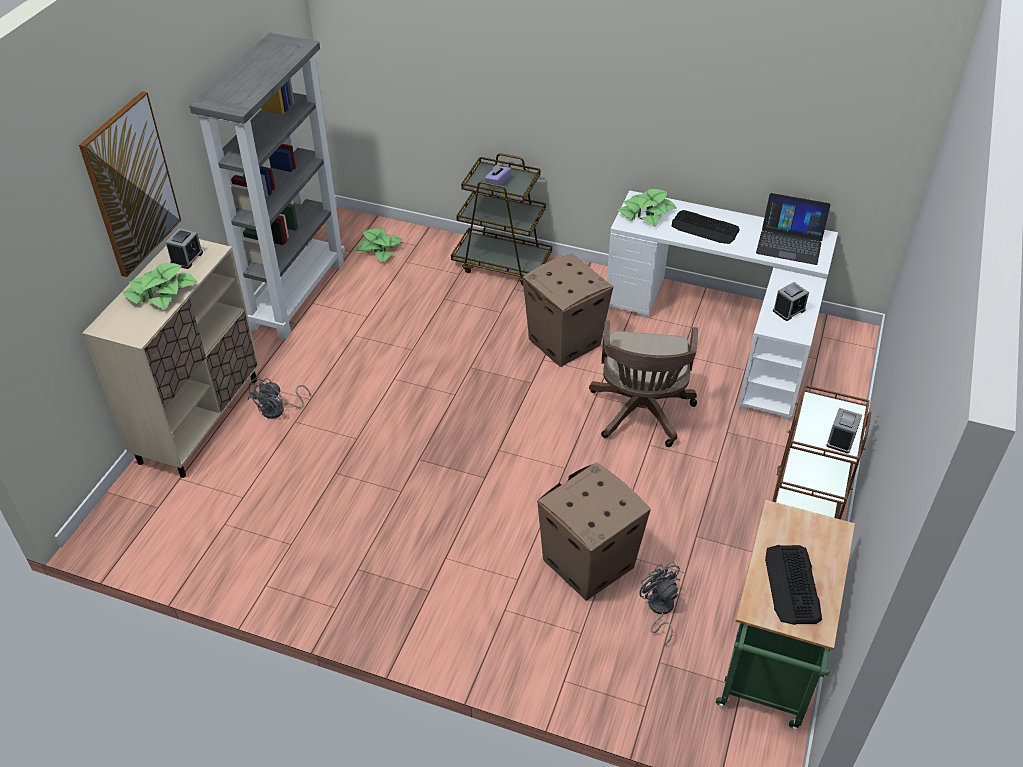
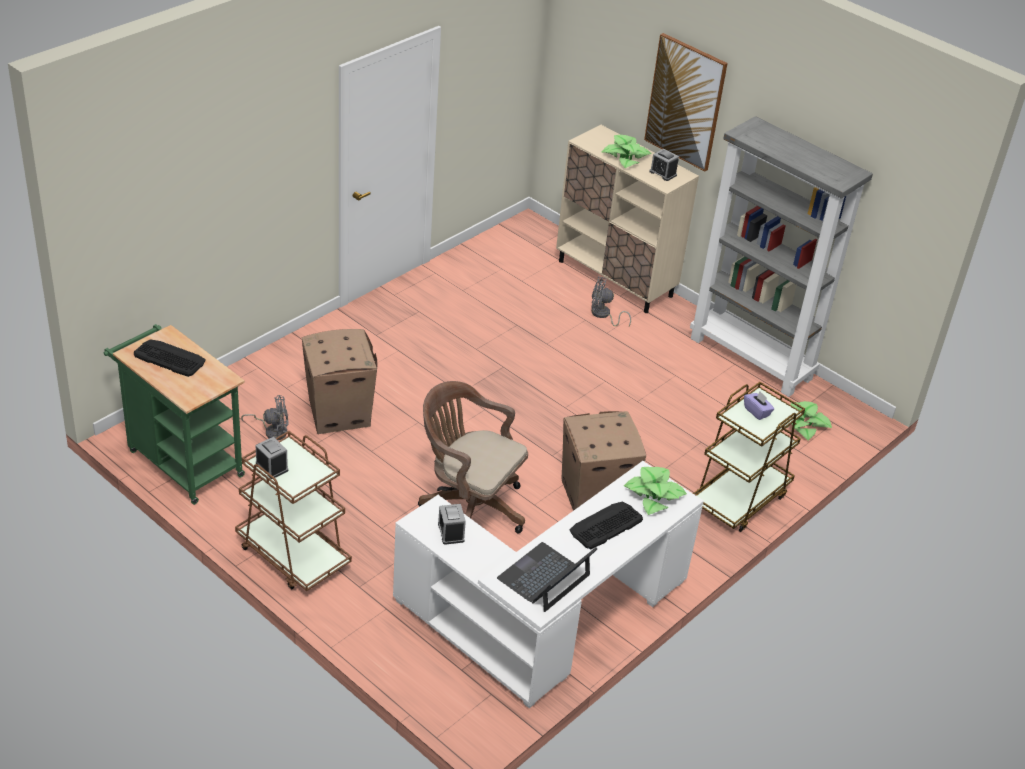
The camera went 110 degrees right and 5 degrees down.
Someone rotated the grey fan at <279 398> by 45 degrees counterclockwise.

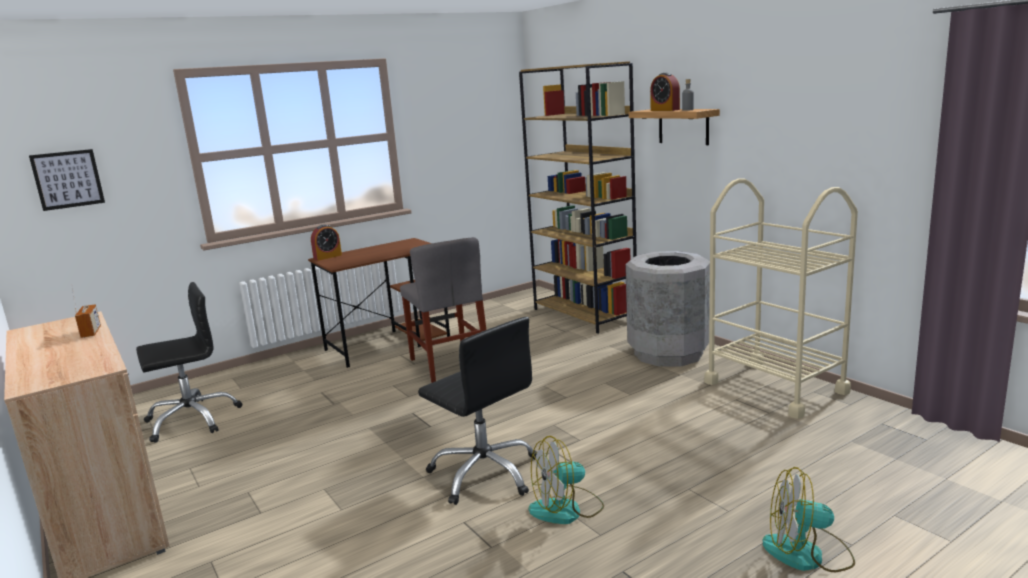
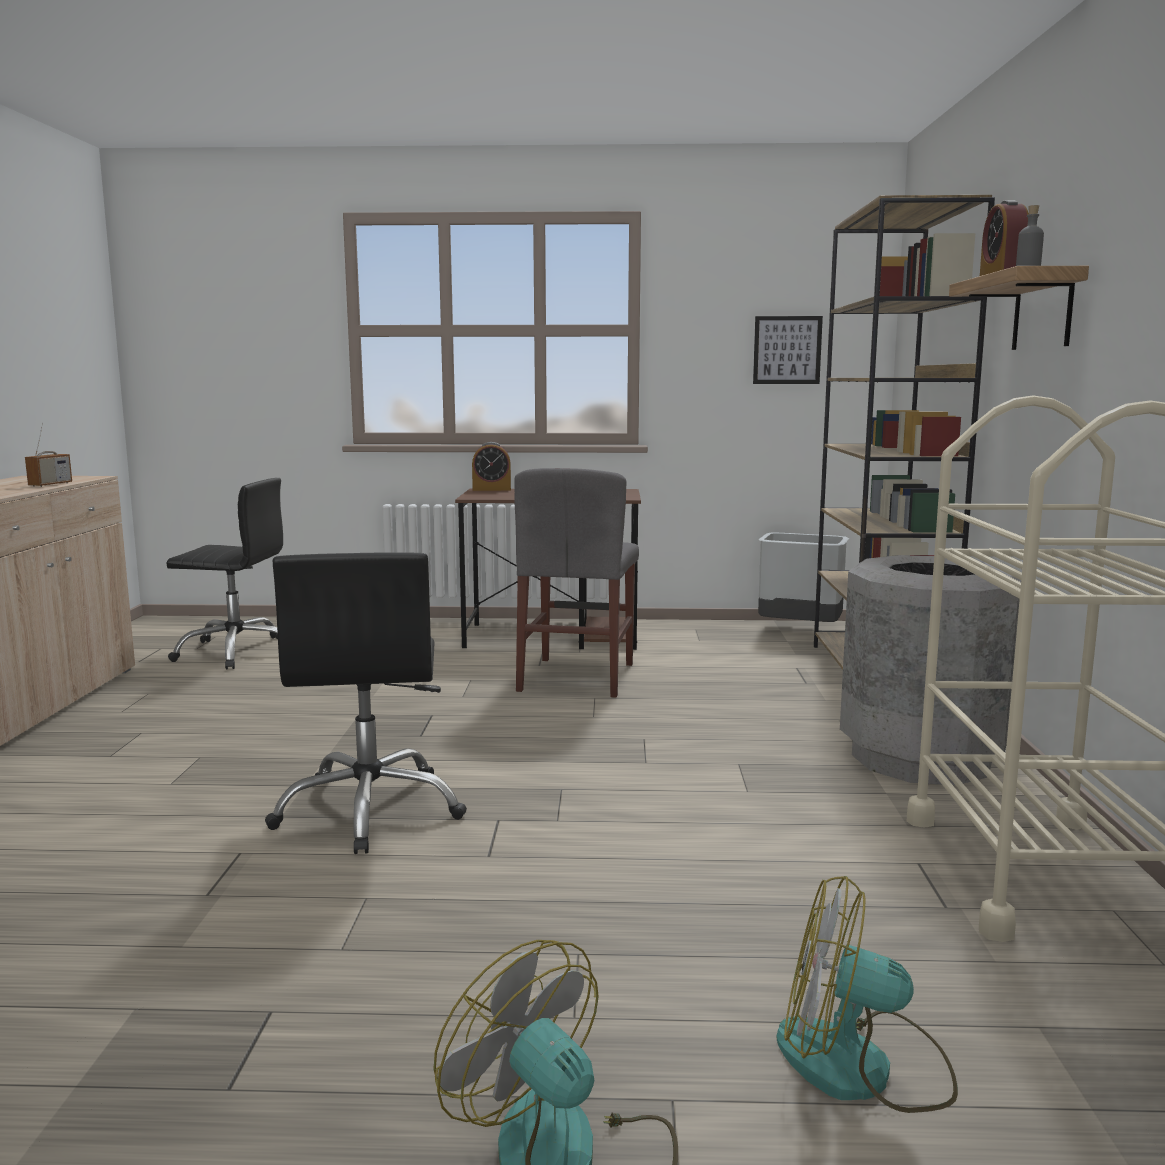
The camera went 35 degrees right and 5 degrees down.
Someone carried the picture from <67 180> to <788 350>.
Someone carried the fan from <566 480> to <867 994>.
Someone put down the grey trash can at <803 577>.

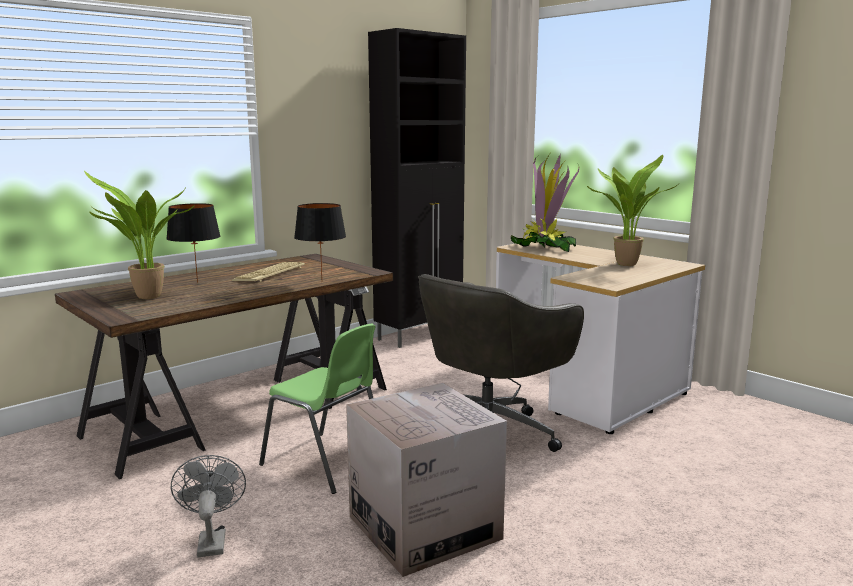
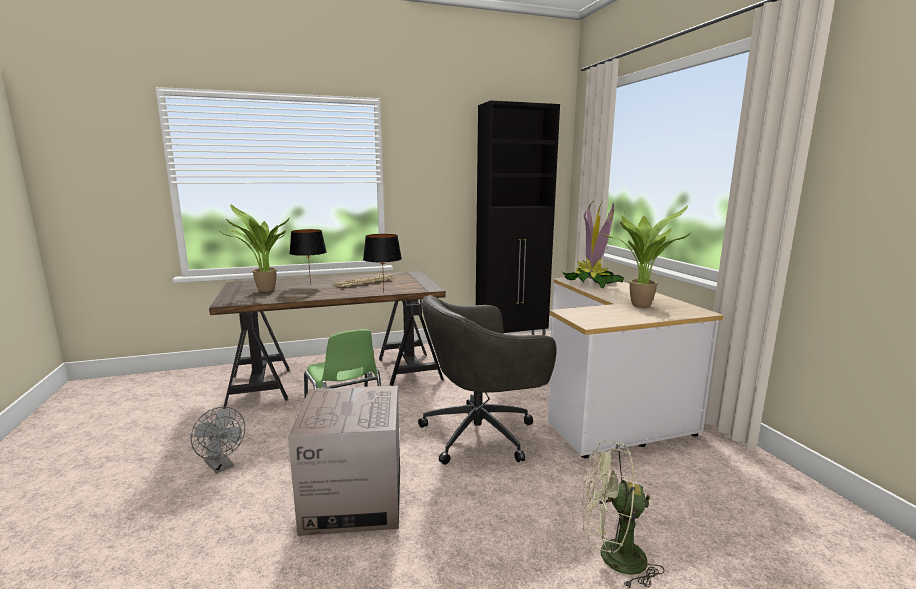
The camera went 25 degrees right and 0 degrees up.
Someone rotated the grey fan at <208 506> by 120 degrees clockwise.
Someone put down the green fan at <622 514>.

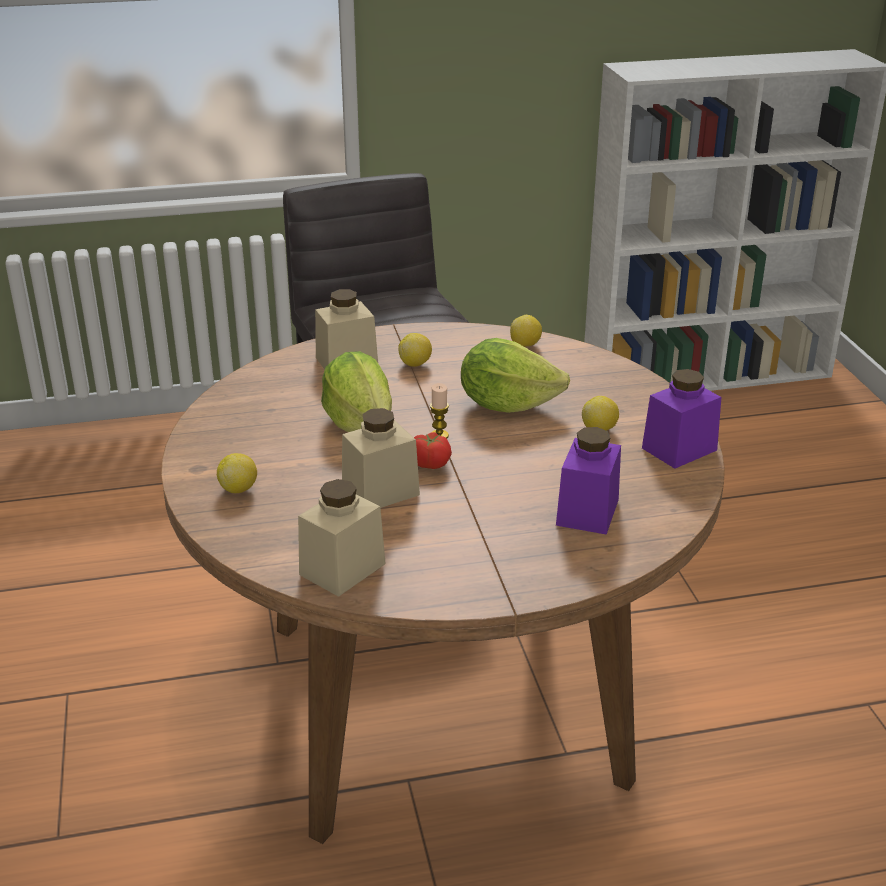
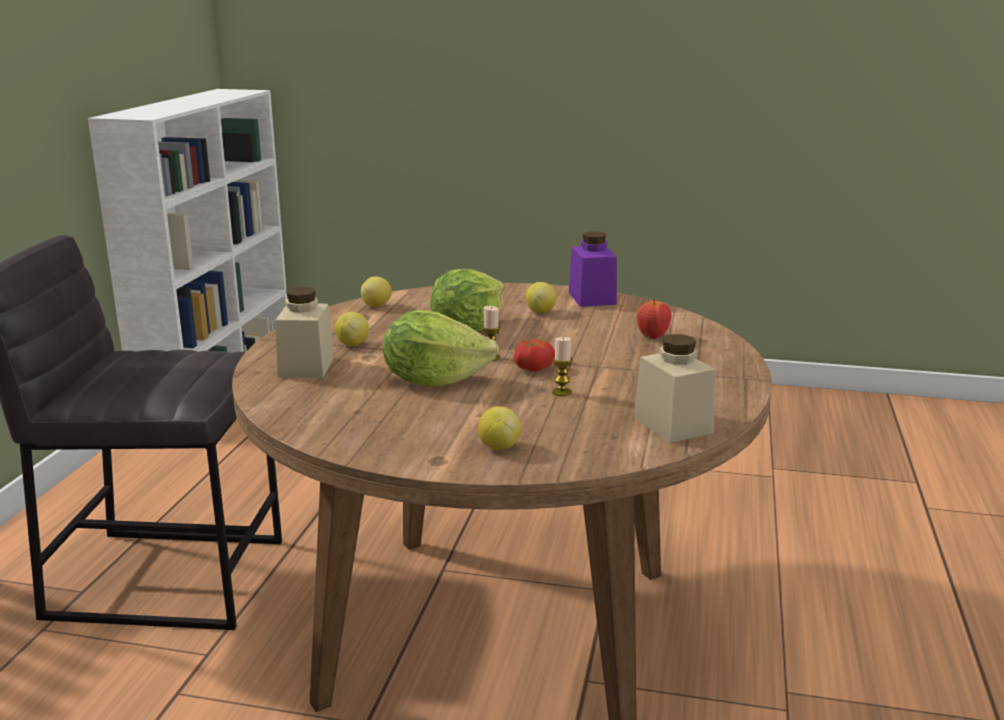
The camera went 65 degrees left and 10 degrees down.
Someone swapped the beige jar at <381 458> for the candle at <562 366>.
Someone swapped the purple jar at <588 481> for the apple at <654 319>.

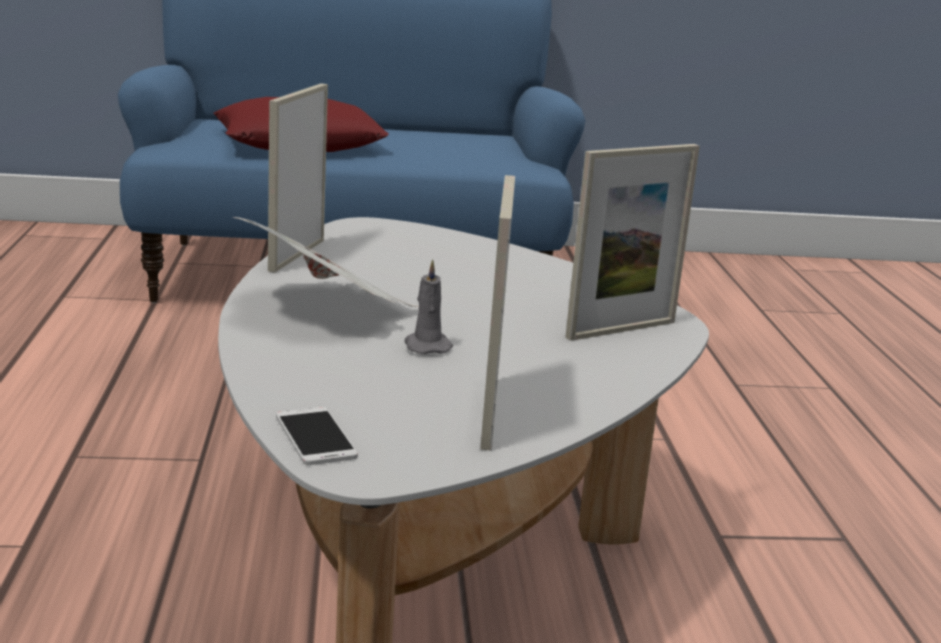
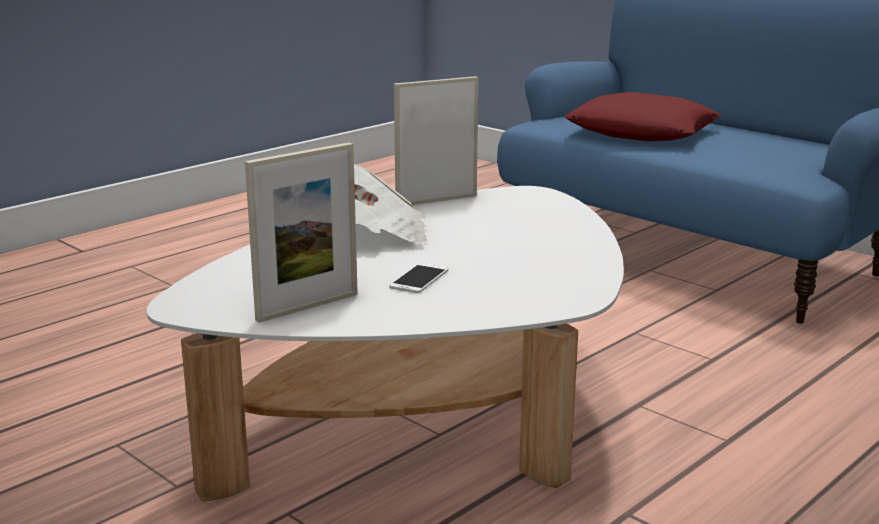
The camera went 50 degrees right and 0 degrees up.
Someone took away the picture frame at <632 242>.
Someone took away the grey candle at <429 306>.
Someone carried the phone from <317 436> to <419 278>.

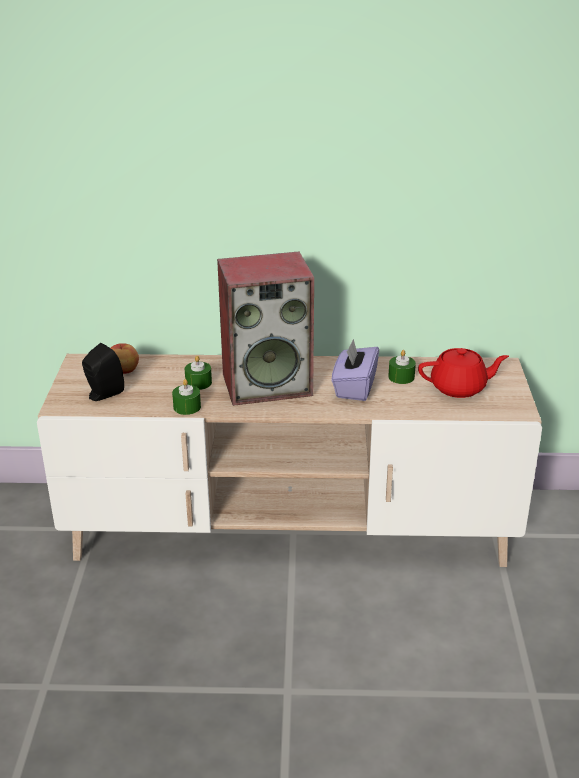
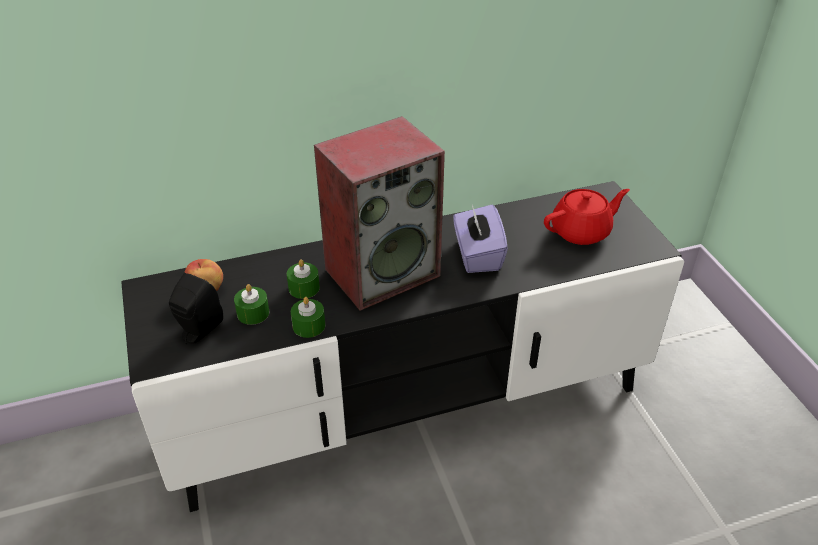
The camera went 20 degrees left and 10 degrees up.
Someone carried the green candle from <402 367> to <251 304>.
Someone repainted the beige tv stand at <289 460>, which became the black tv stand at <402 346>.

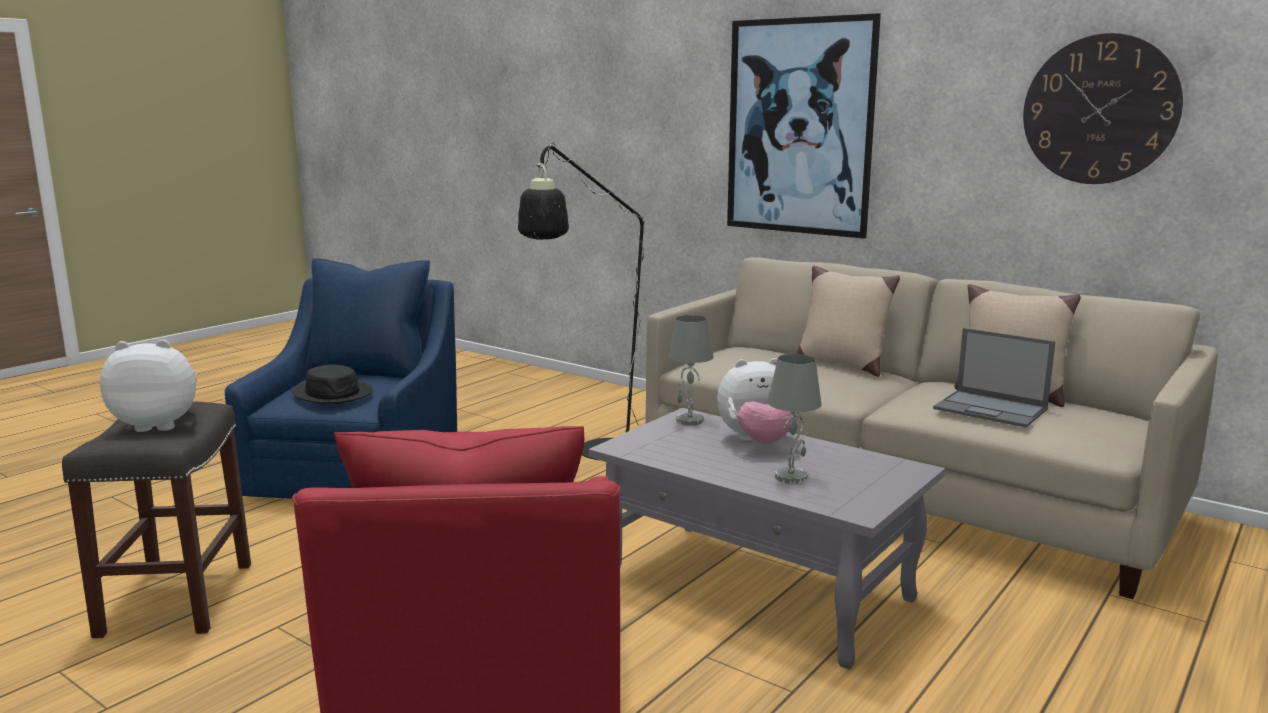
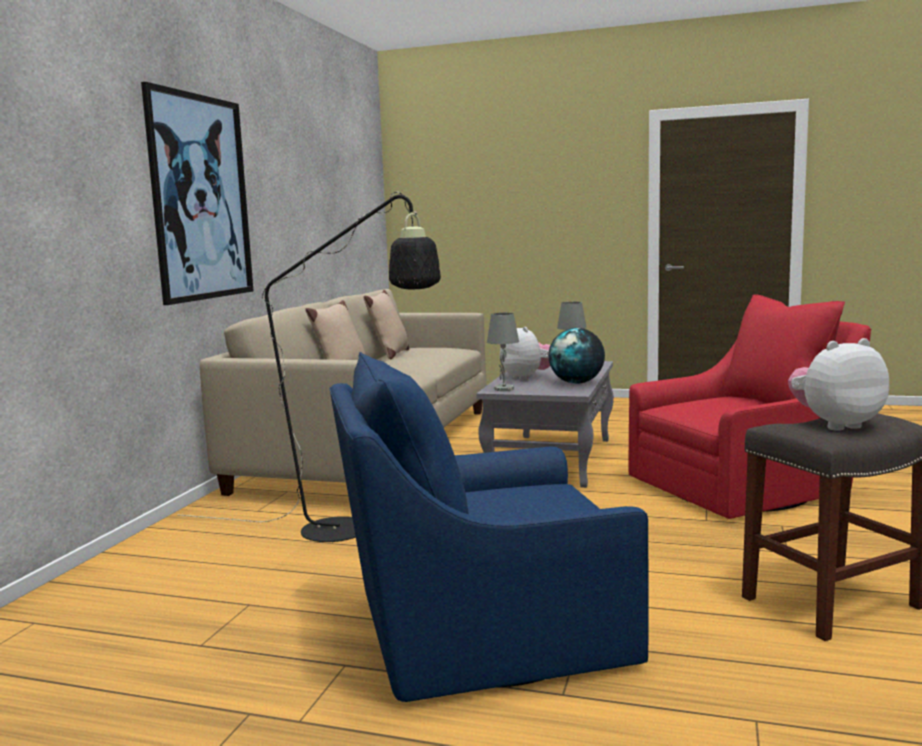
The camera went 110 degrees left and 5 degrees down.
Someone took away the wall clock at <1103 108>.
Someone took away the laptop at <994 378>.
Someone rotated the plush toy at <148 386> by 105 degrees clockwise.
Someone took away the black hat at <332 384>.
Someone put down the globe at <576 356>.

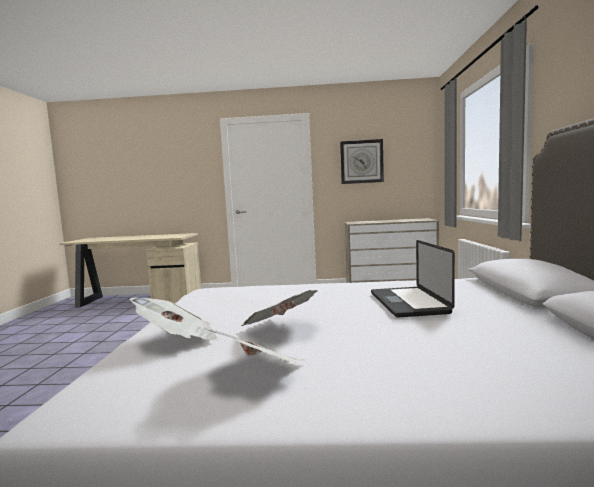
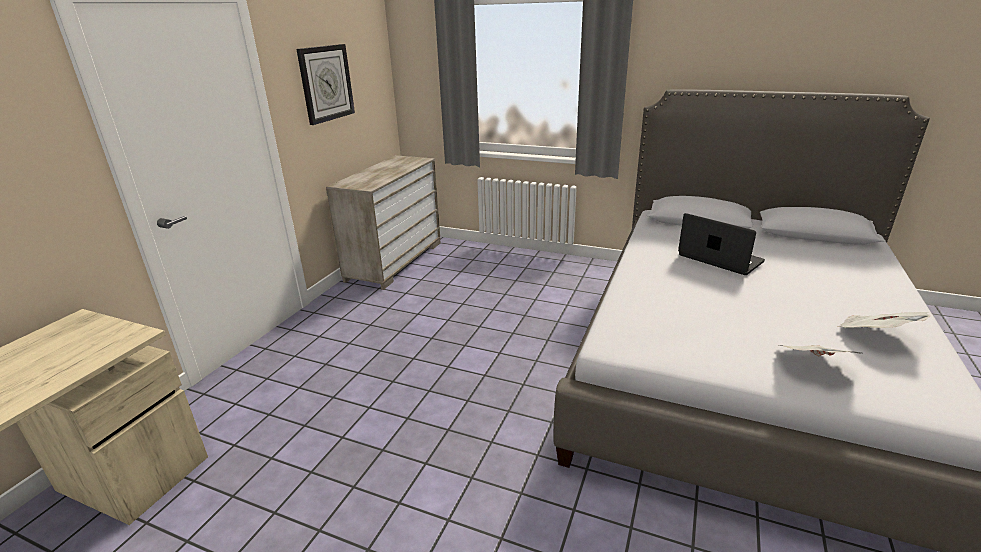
The camera went 70 degrees left and 20 degrees up.
Someone rotated the laptop at <413 278> by 150 degrees counterclockwise.
Someone took away the newspaper at <279 308>.

